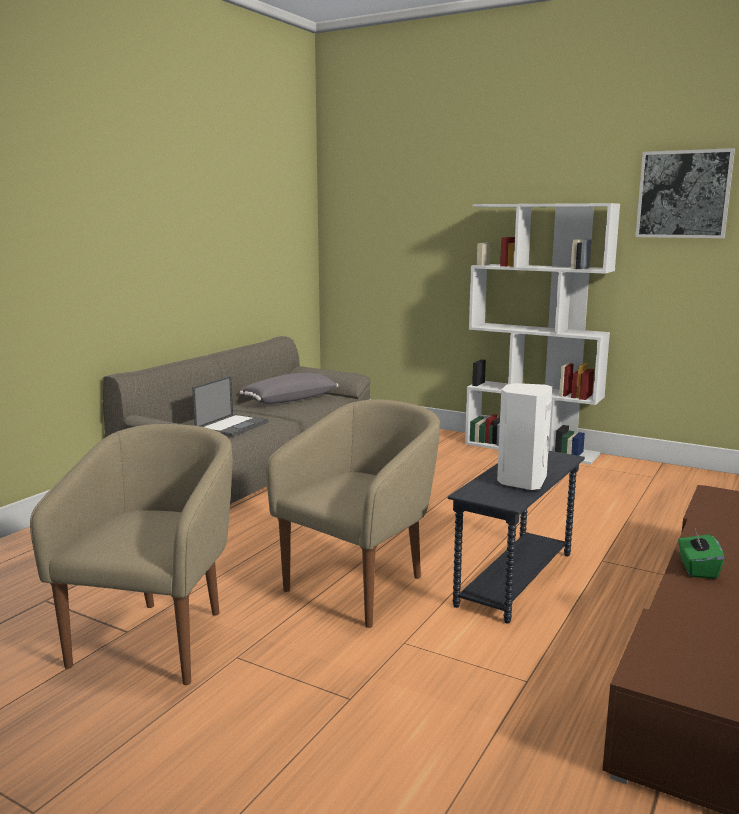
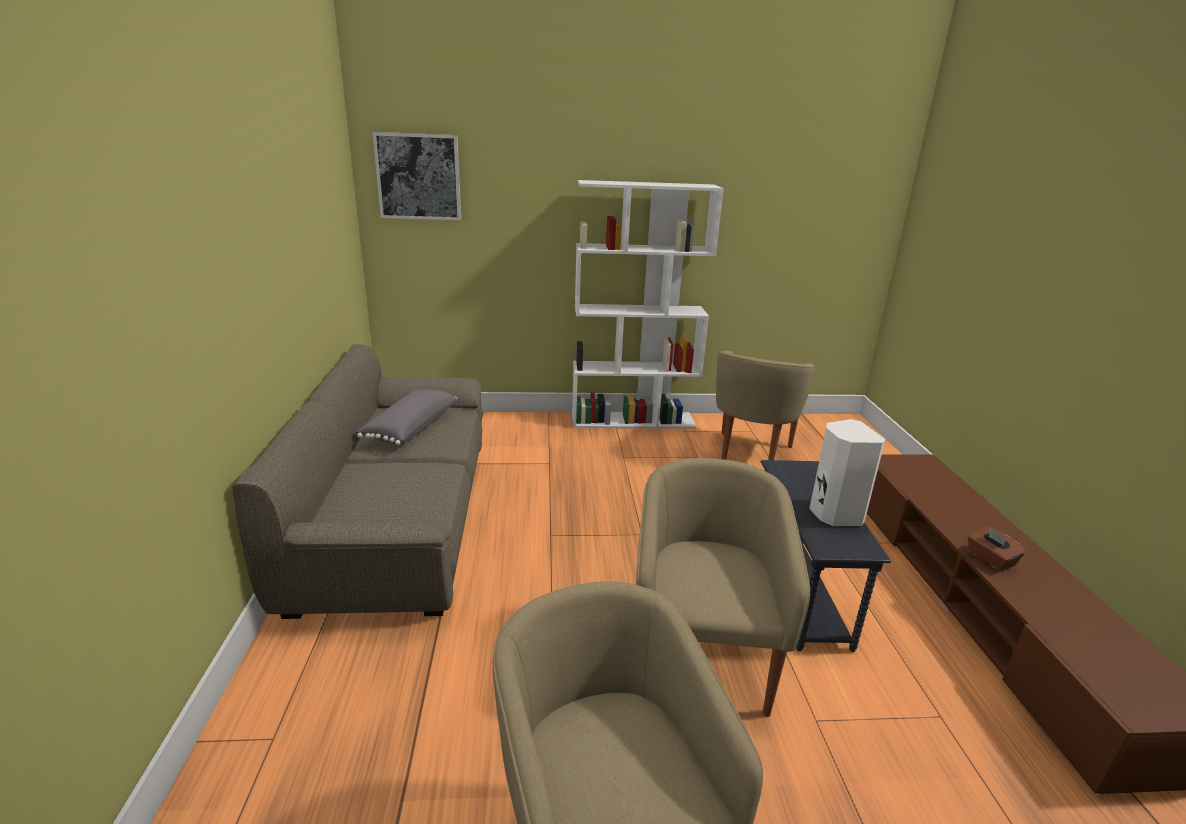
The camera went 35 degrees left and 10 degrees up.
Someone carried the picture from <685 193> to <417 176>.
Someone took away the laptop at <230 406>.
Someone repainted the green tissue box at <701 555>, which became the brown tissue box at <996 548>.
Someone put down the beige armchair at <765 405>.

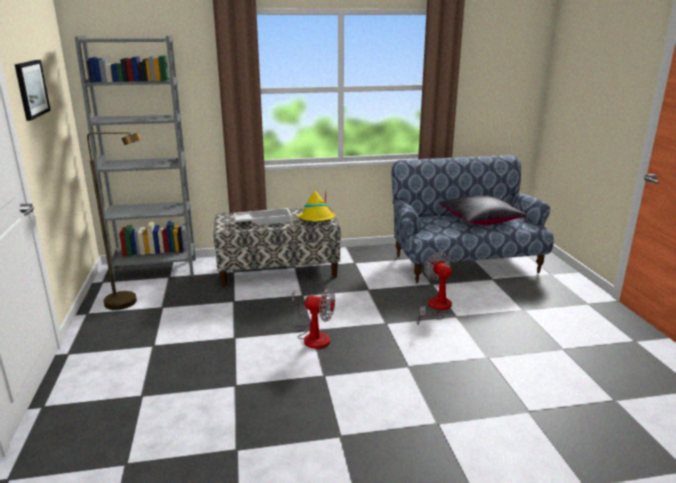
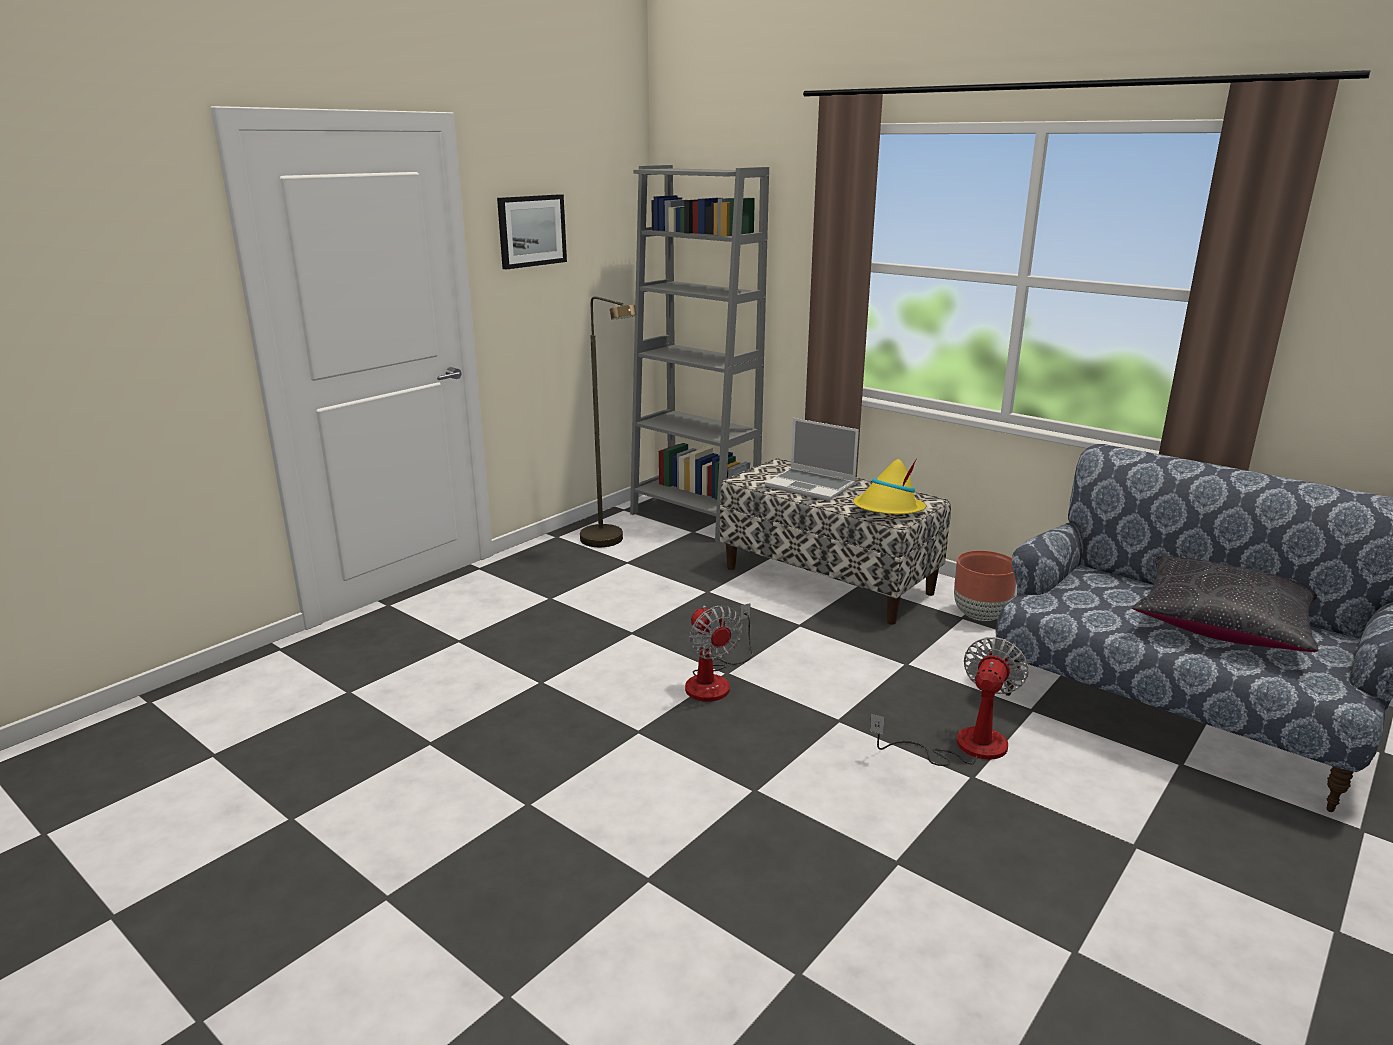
The camera went 50 degrees right and 0 degrees up.
Someone swapped the white tray at <263 216> for the laptop at <812 459>.
Someone put down the brown planter at <985 585>.

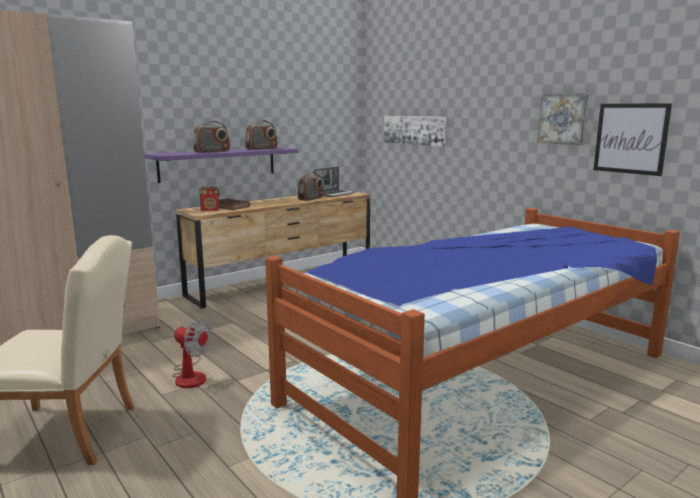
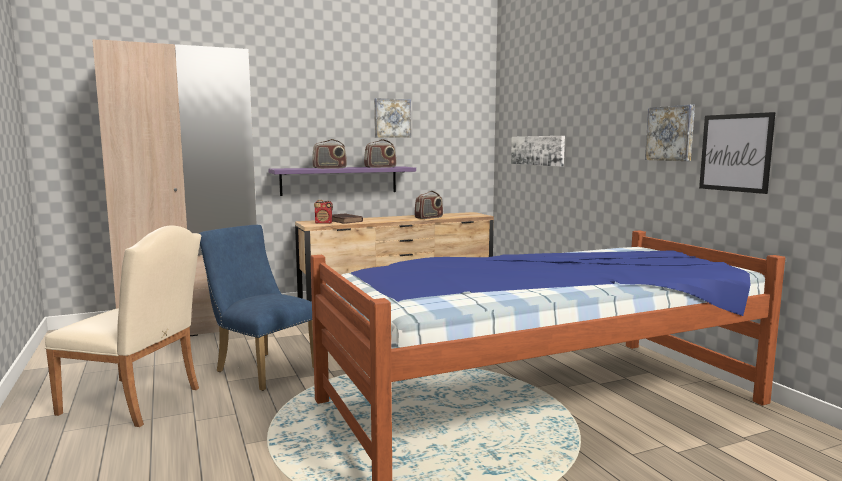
The camera went 15 degrees right and 5 degrees down.
Someone took away the laptop at <335 182>.
Someone swapped the fan at <191 353> for the blue chair at <256 308>.
Someone put up the picture at <392 118>.

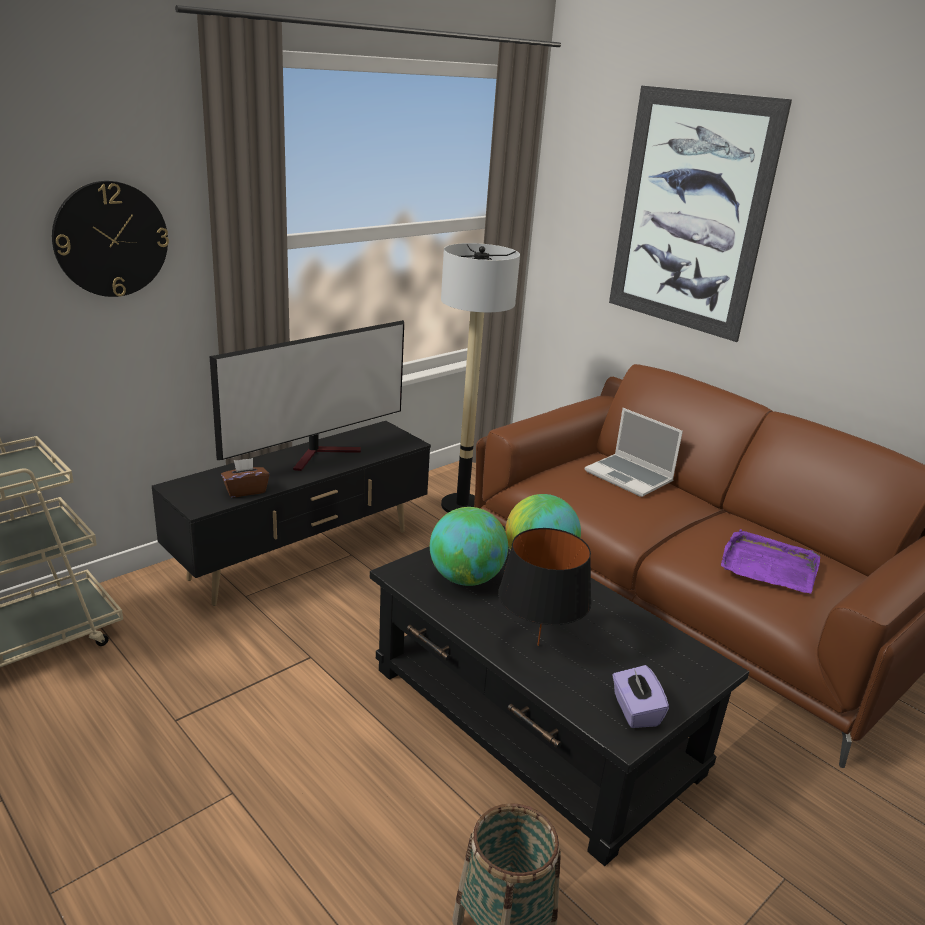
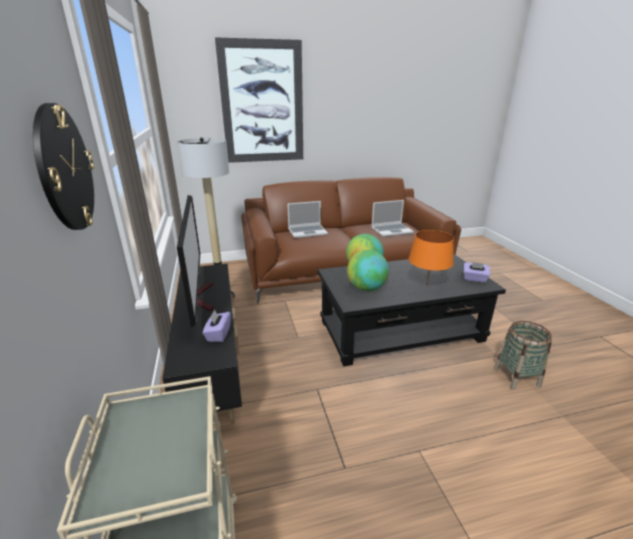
The camera went 60 degrees left and 0 degrees up.
Someone repainted the brown tissue box at <245 478>, which became the purple tissue box at <217 326>.
Someone repainted the black table lamp at <545 587>, which became the orange table lamp at <431 257>.
Someone swapped the purple tray at <770 561> for the laptop at <392 218>.

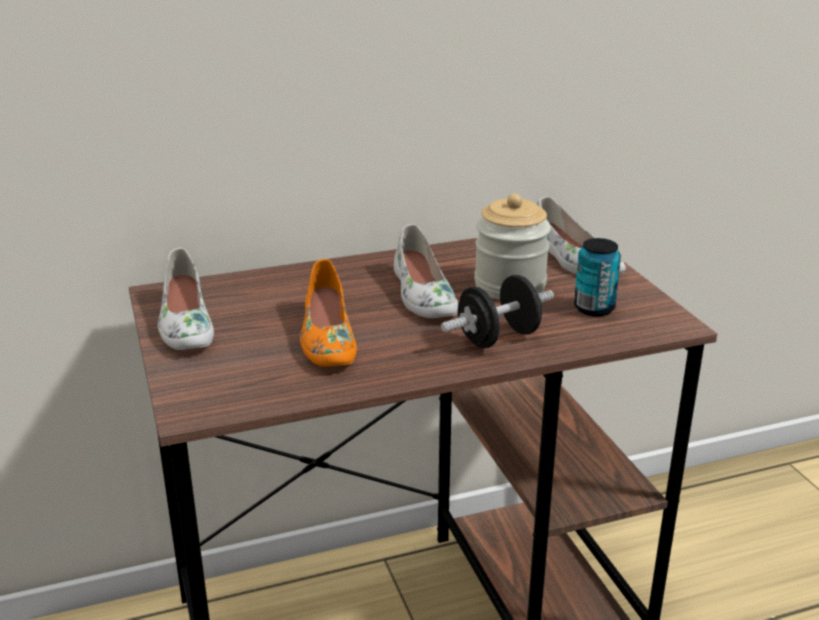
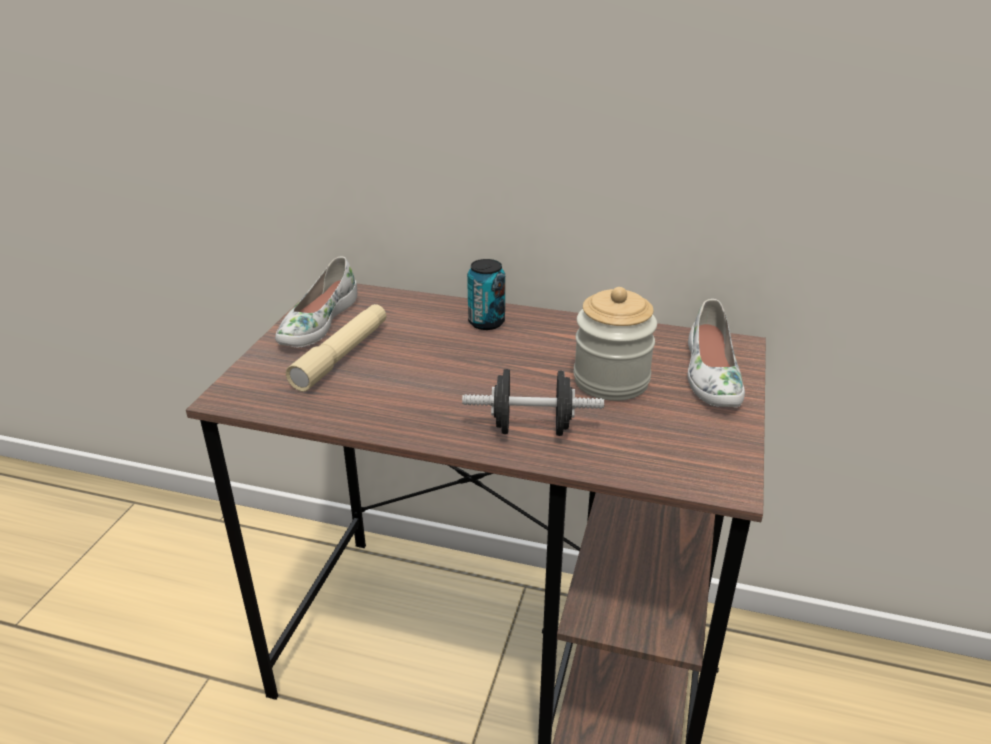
The camera went 35 degrees right and 5 degrees up.
Someone took away the white shoe at <426 271>.
Someone carried the can from <597 277> to <486 294>.
Someone took away the orange shoe at <328 312>.
Someone put down the beige flashlight at <336 348>.

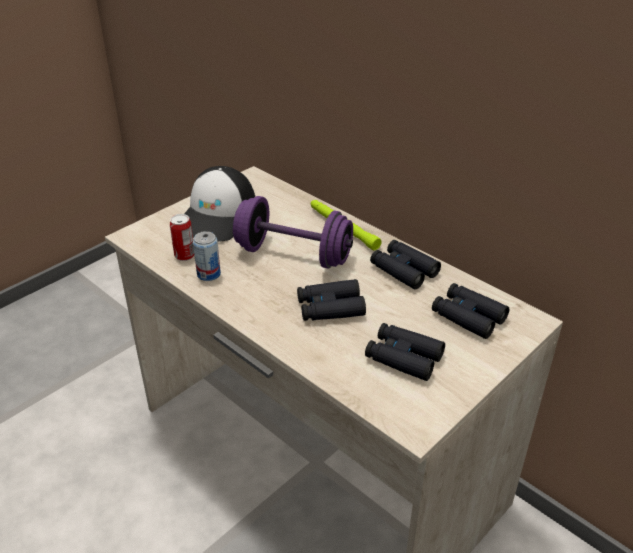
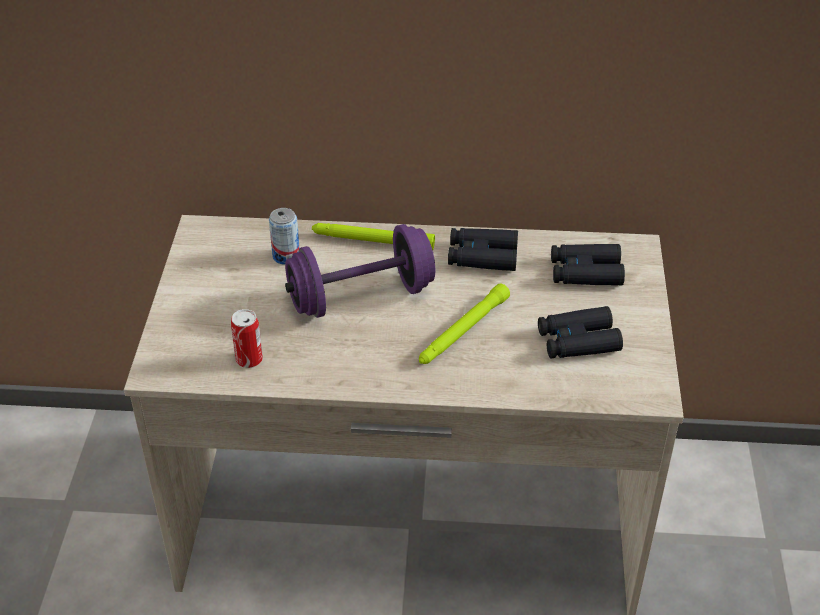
The camera went 40 degrees left and 5 degrees up.
Someone took away the cap at <219 204>.
Someone carried the can from <207 256> to <284 236>.
Someone swapped the black binoculars at <331 300> for the green flashlight at <464 324>.

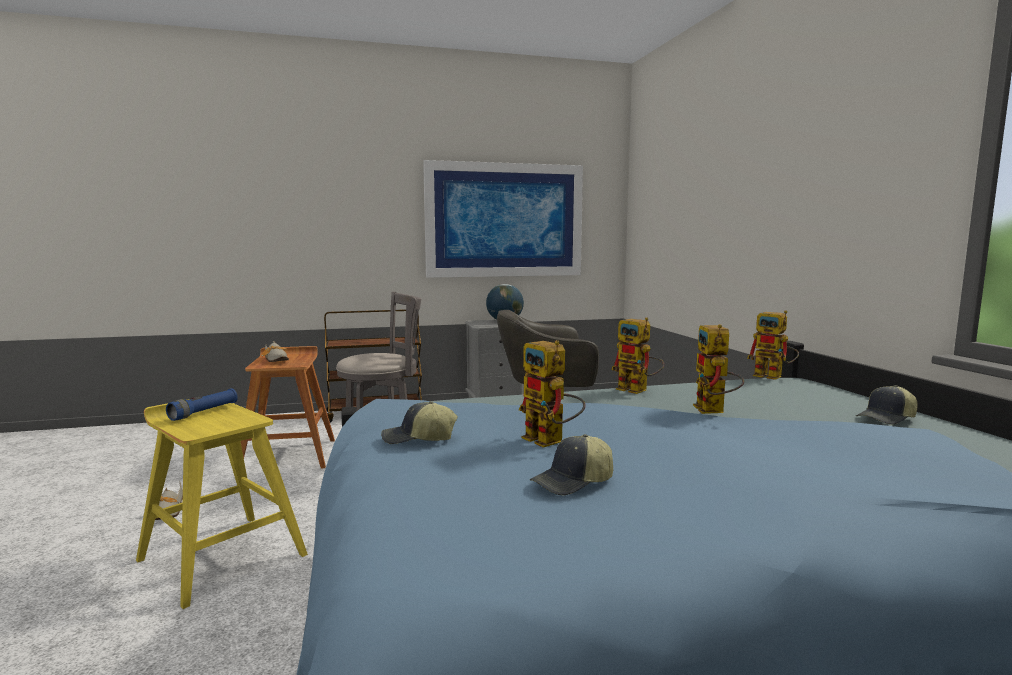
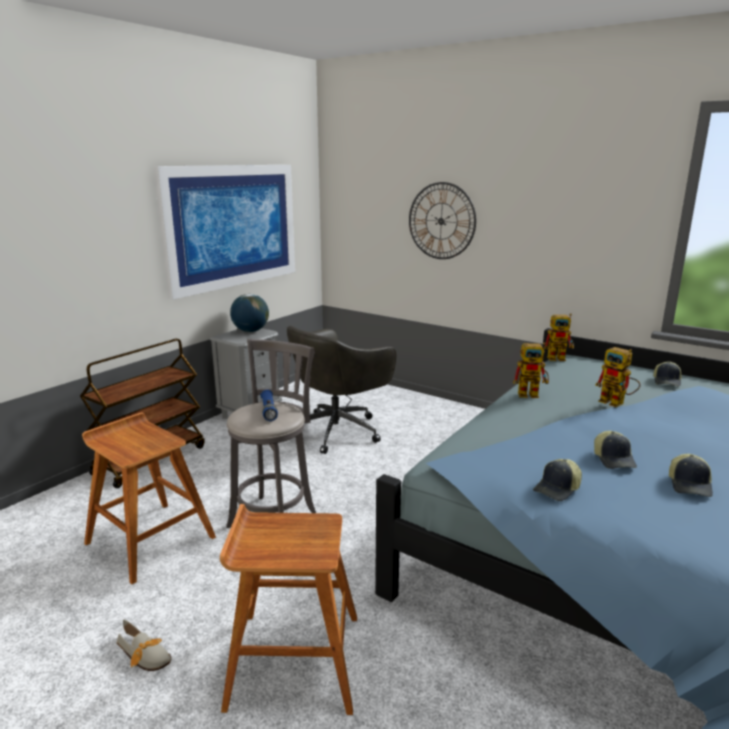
The camera went 40 degrees left and 10 degrees up.
Someone swapped the toy robot at <552 394> for the cap at <615 450>.
Someone took away the shoe at <275 351>.
Someone carried the blue flashlight from <202 404> to <269 405>.
Someone repainted the yellow stool at <222 504>, which became the brown stool at <288 609>.
Someone put up the wall clock at <442 220>.

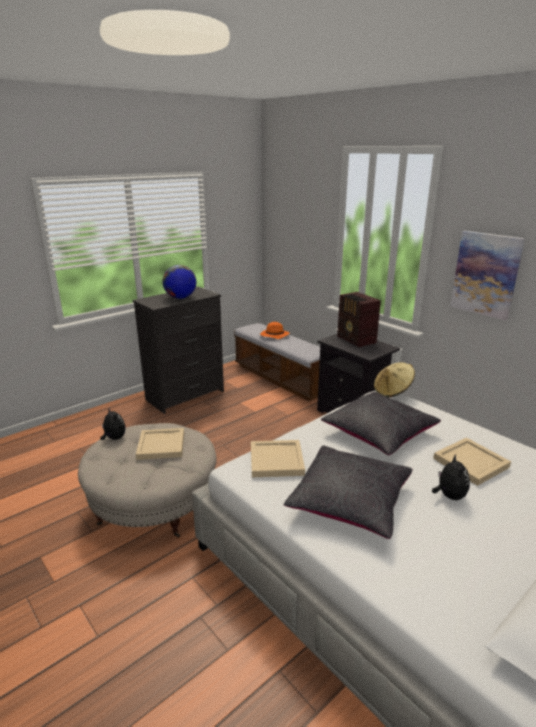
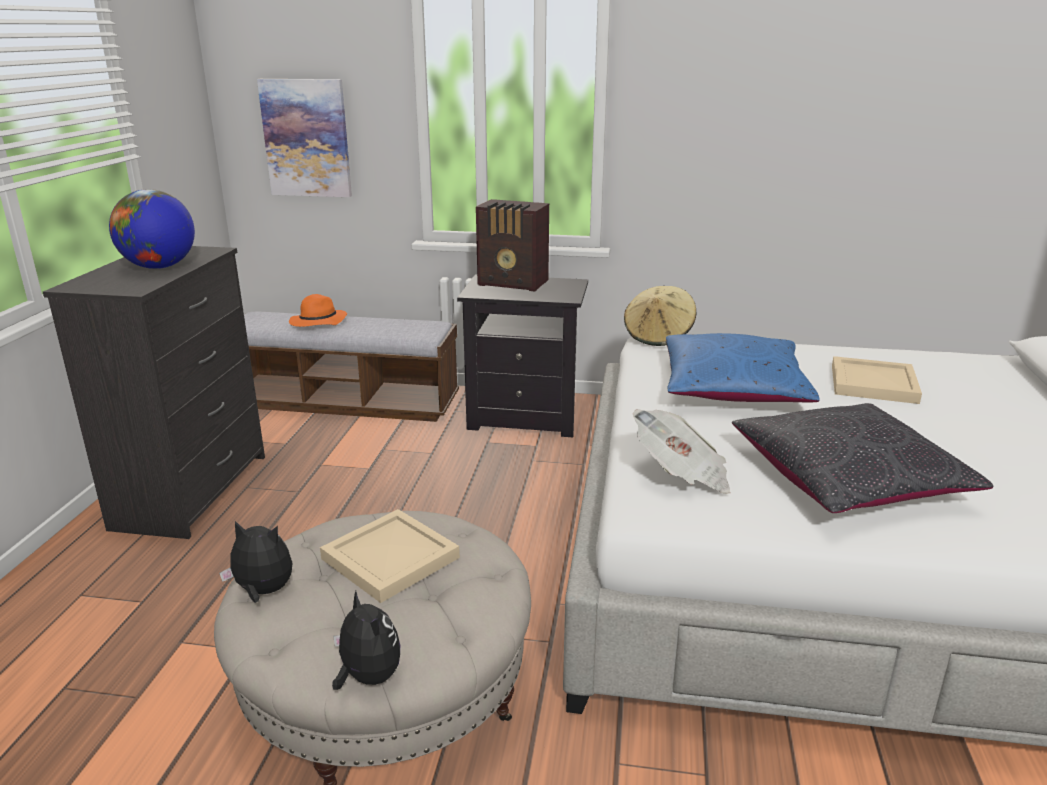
The camera went 40 degrees left and 0 degrees up.
Someone carried the picture from <487 275> to <304 138>.
Someone repainted the black pillow at <381 423>, which became the blue pillow at <743 367>.
Someone swapped the beige tray at <278 458> for the newspaper at <681 451>.
Someone carried the plush toy from <451 477> to <366 640>.

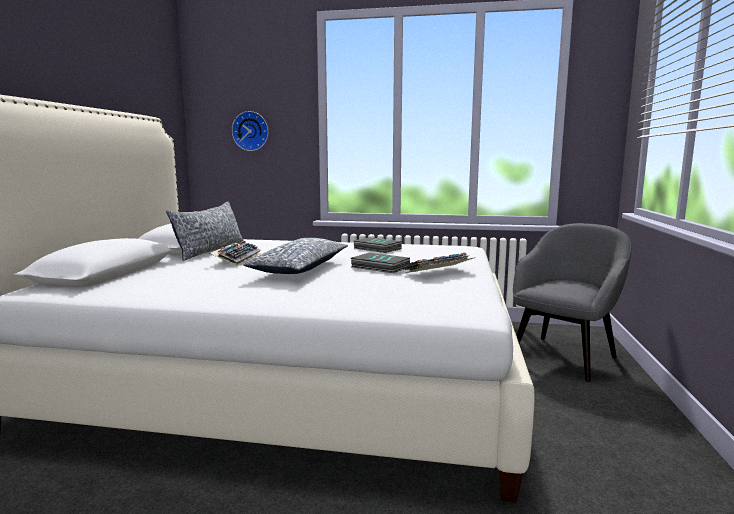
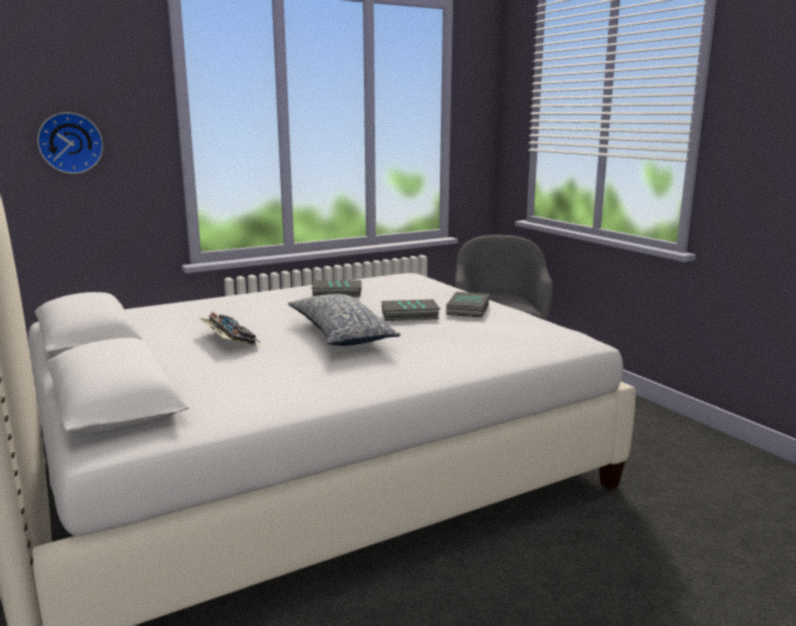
The camera went 40 degrees left and 5 degrees up.
Someone took away the pillow at <204 231>.
Someone swapped the keyboard at <440 263> for the book at <468 304>.

